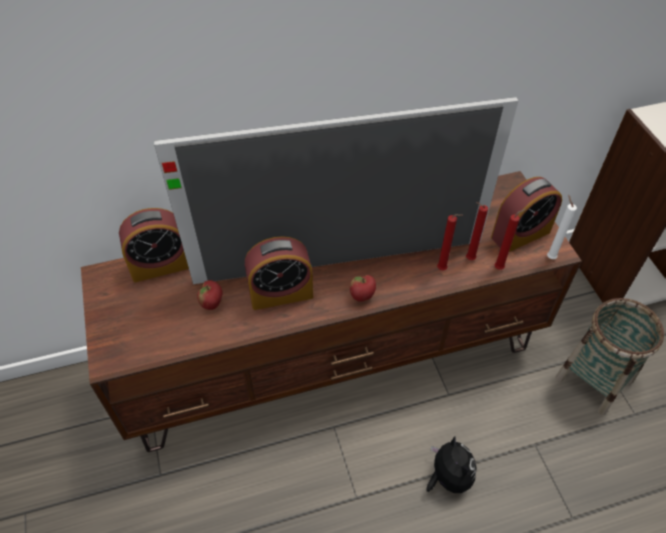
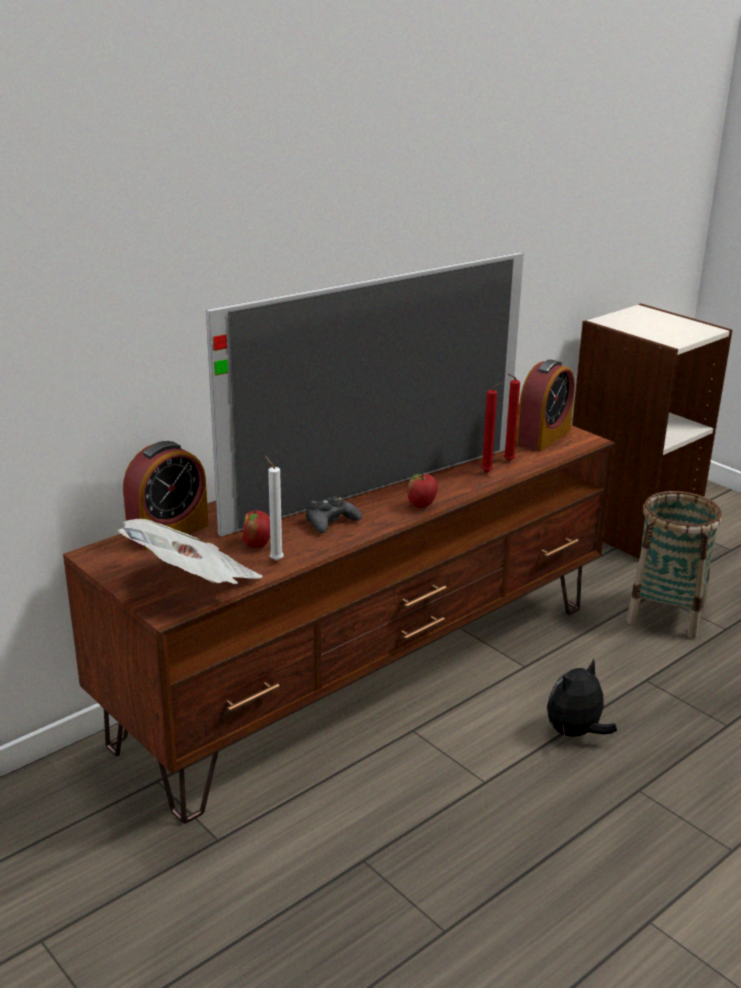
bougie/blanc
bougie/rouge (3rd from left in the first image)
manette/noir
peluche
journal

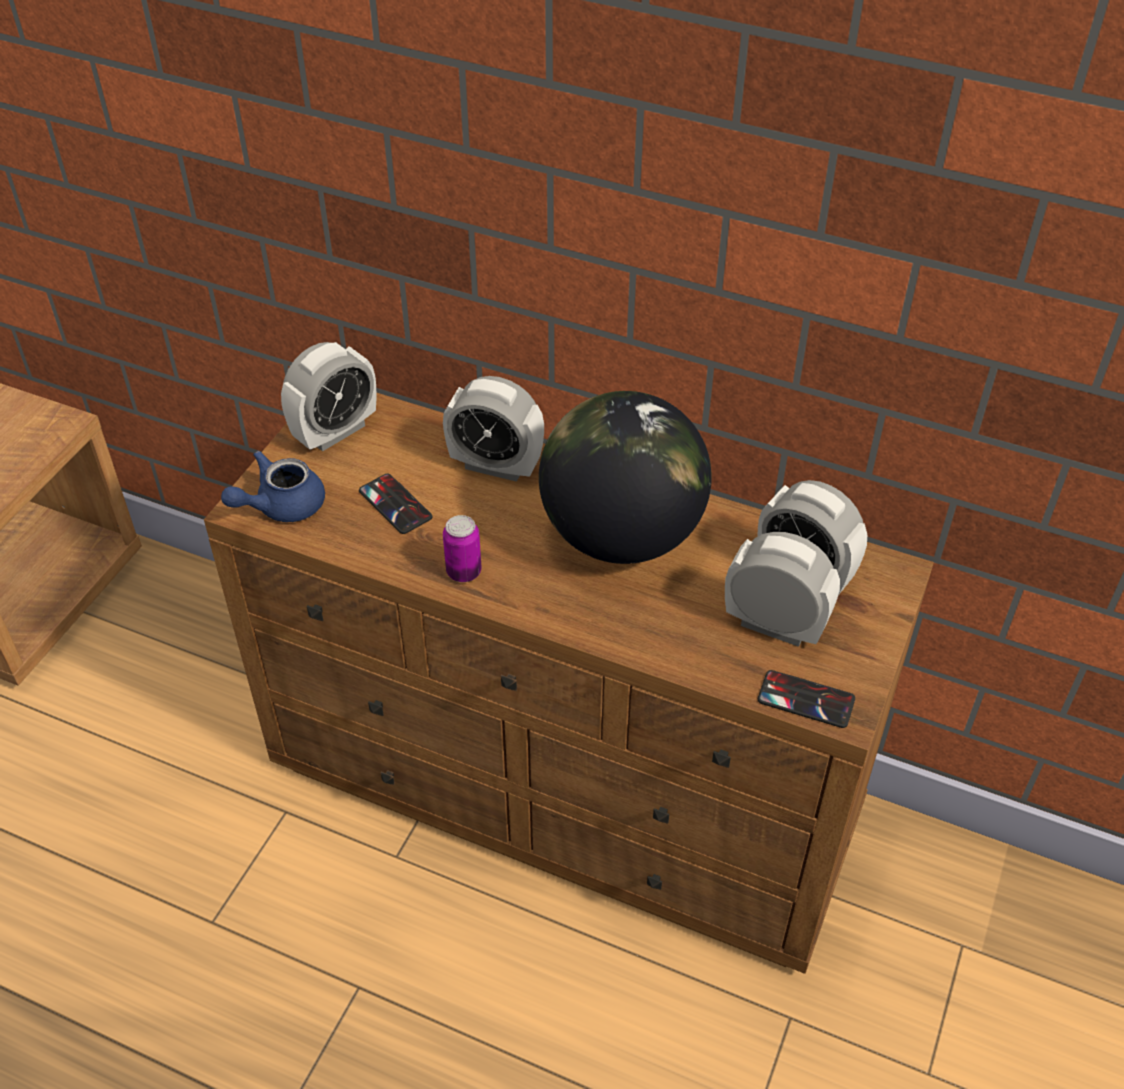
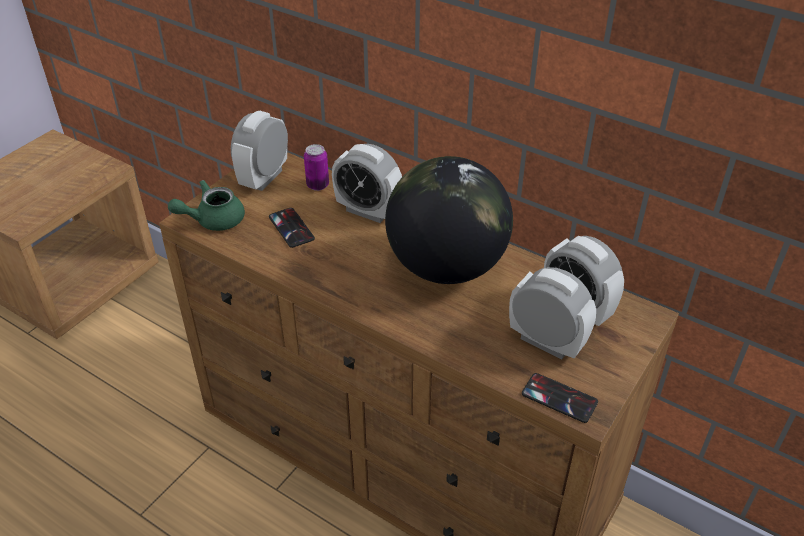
réveil (1st from left)
théière/vert
boîte métallique

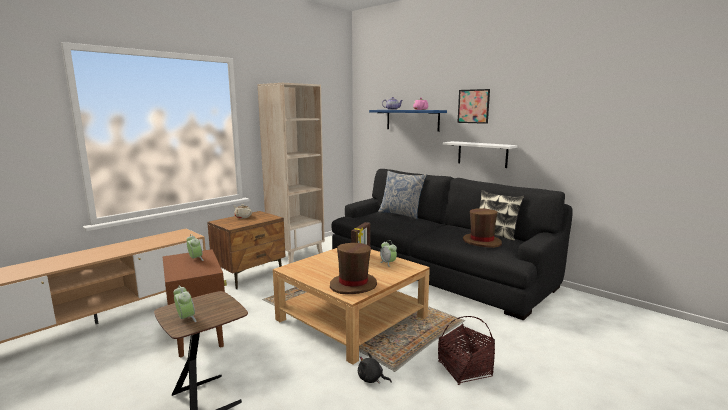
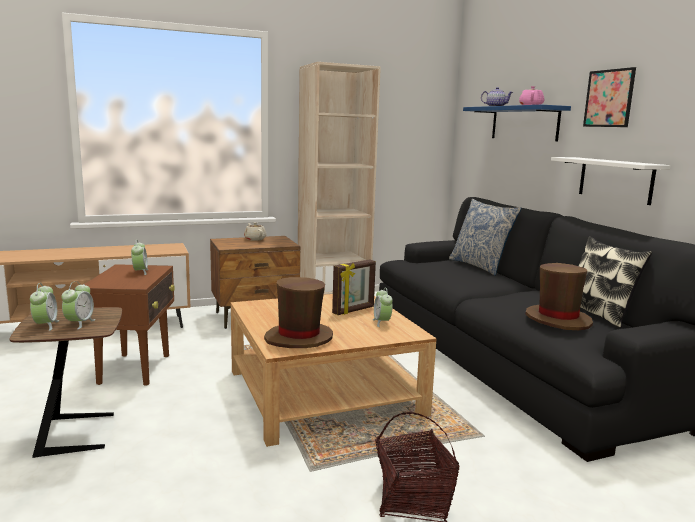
peluche/noir
réveil (2nd from left)

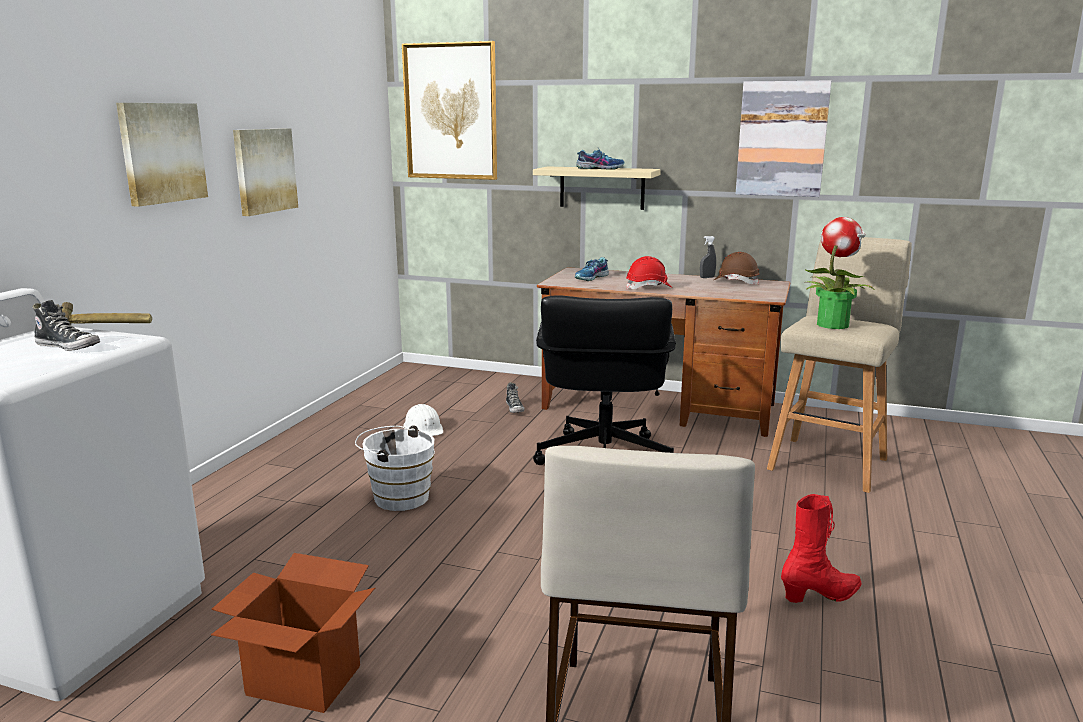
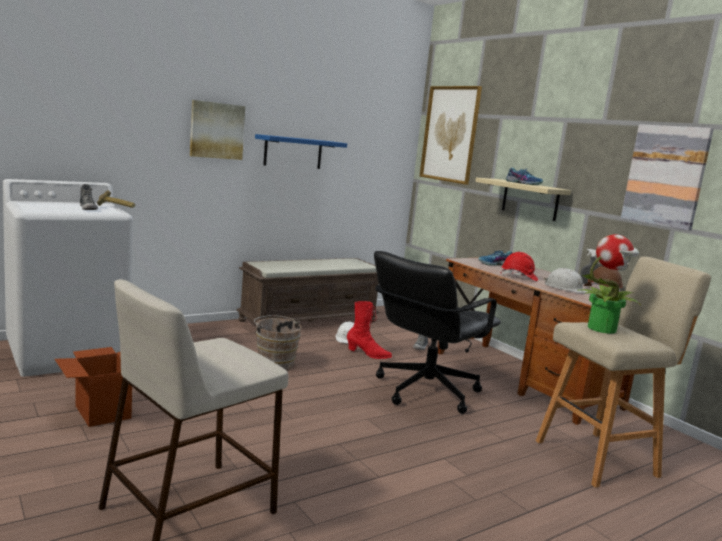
étagère/bleu
seau/marron
botte/rouge
banc/marron
casque de chantier/blanc (2nd from left)

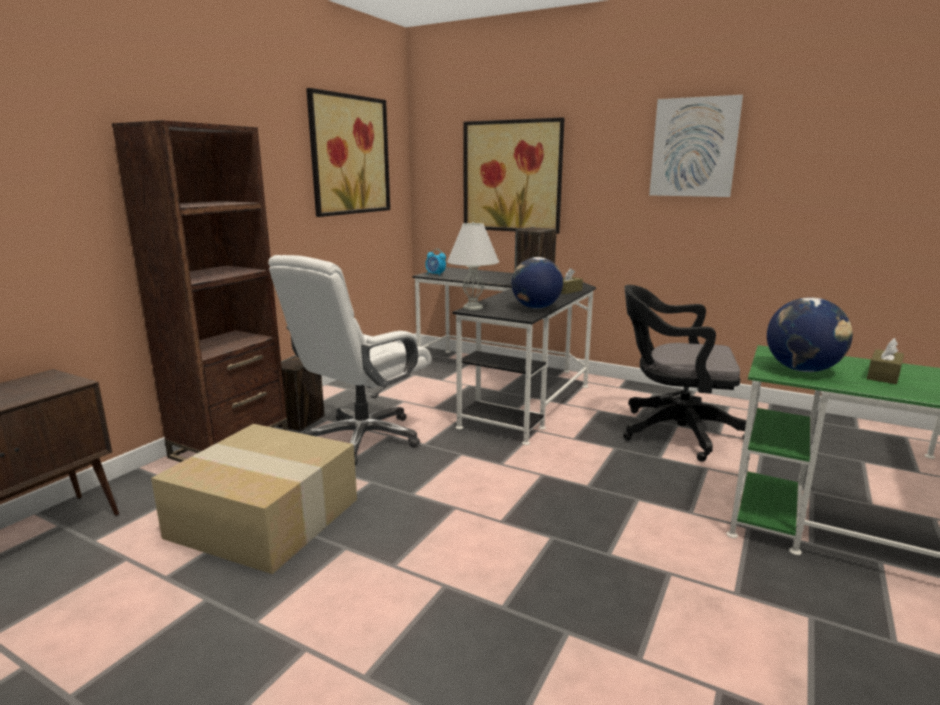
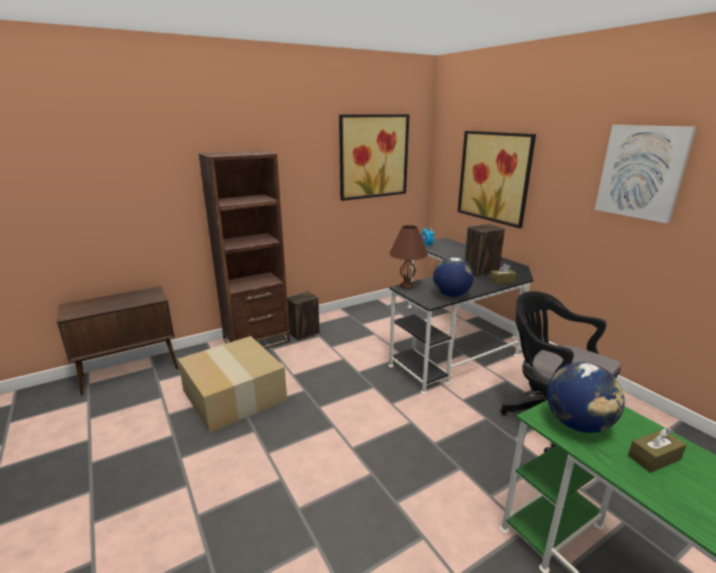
lampe de table/marron
chaise de bureau/blanc

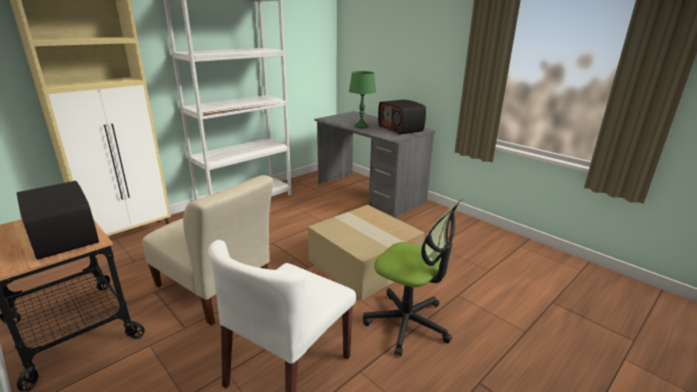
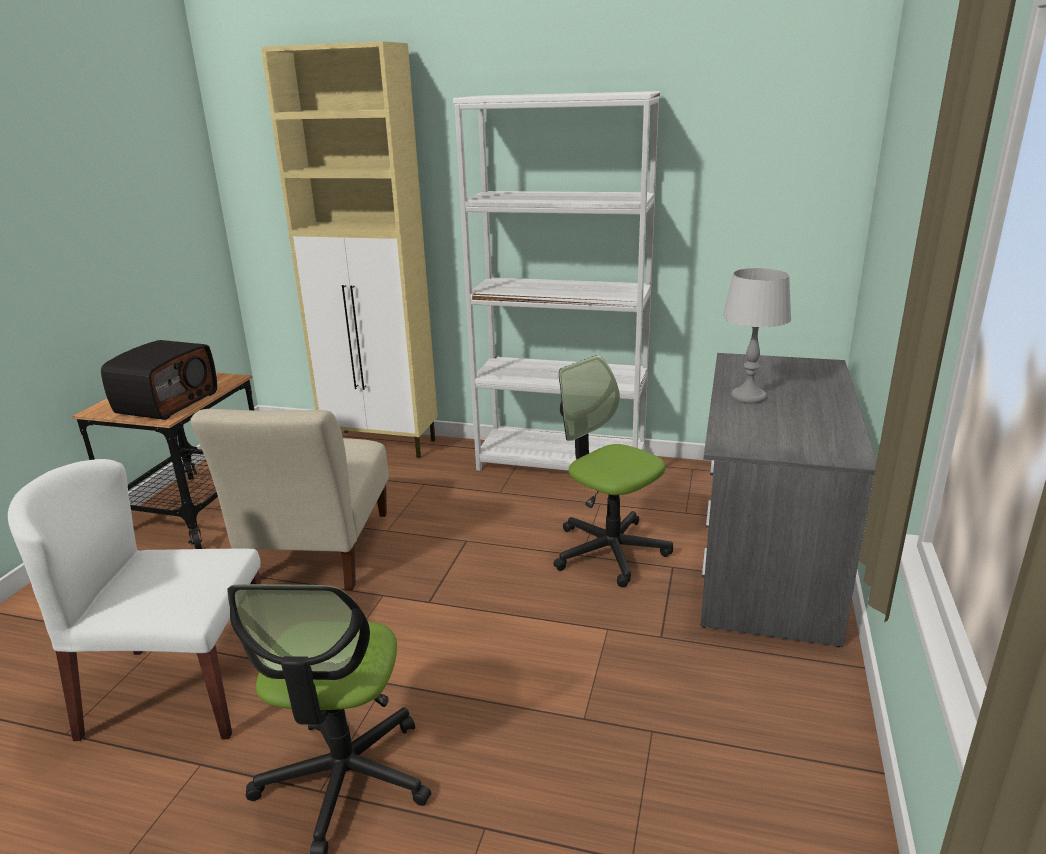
lampe de table/gris
radio (2nd from left in the first image)
carton
chaise de bureau (2nd from left)

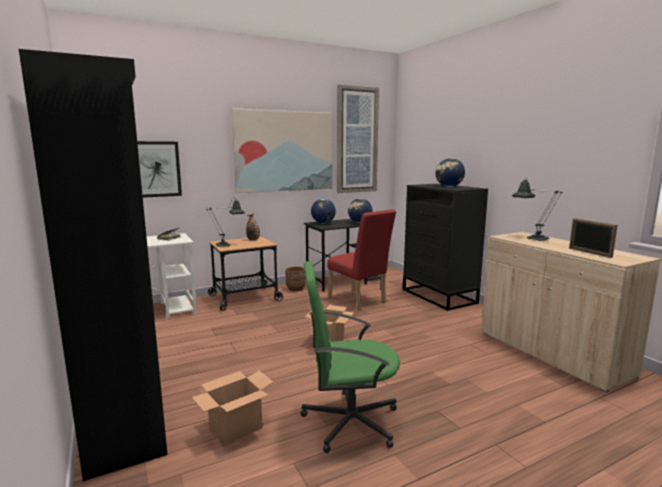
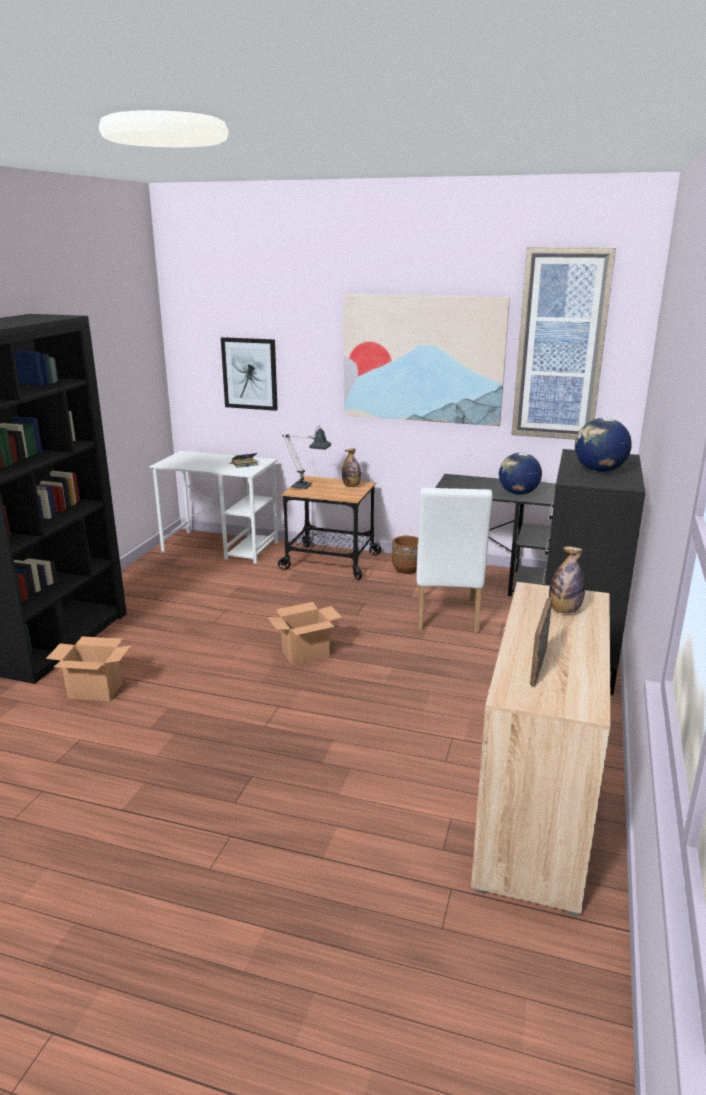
bouteille (2nd from left)
globe (1st from left in the first image)
chaise/blanc
chaise de bureau/vert

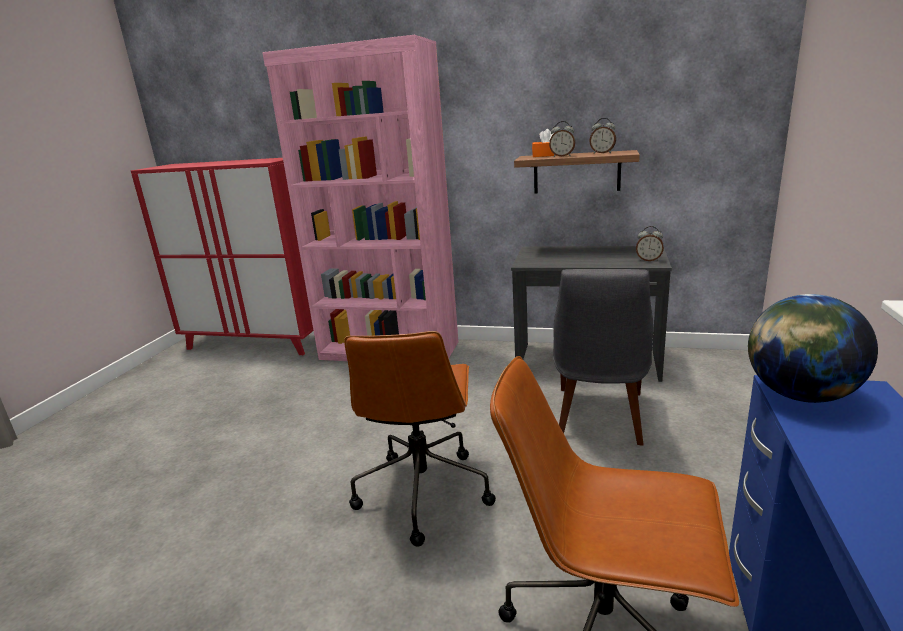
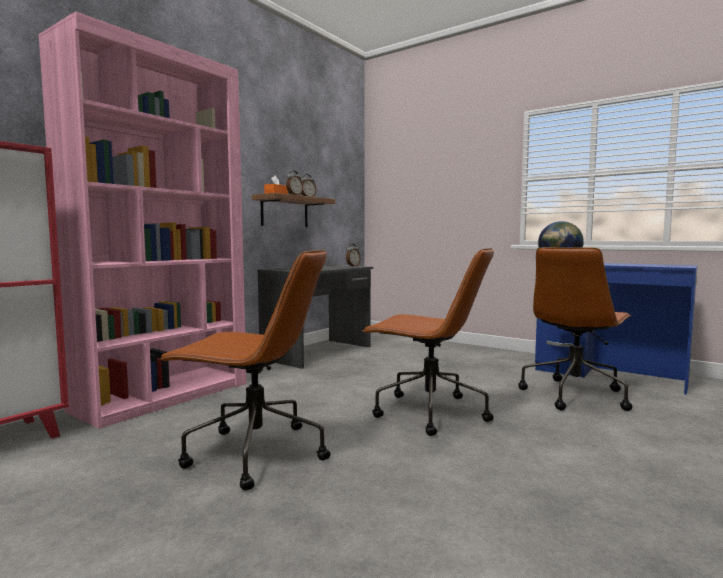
chaise/gris
chaise de bureau/marron (1st from left)

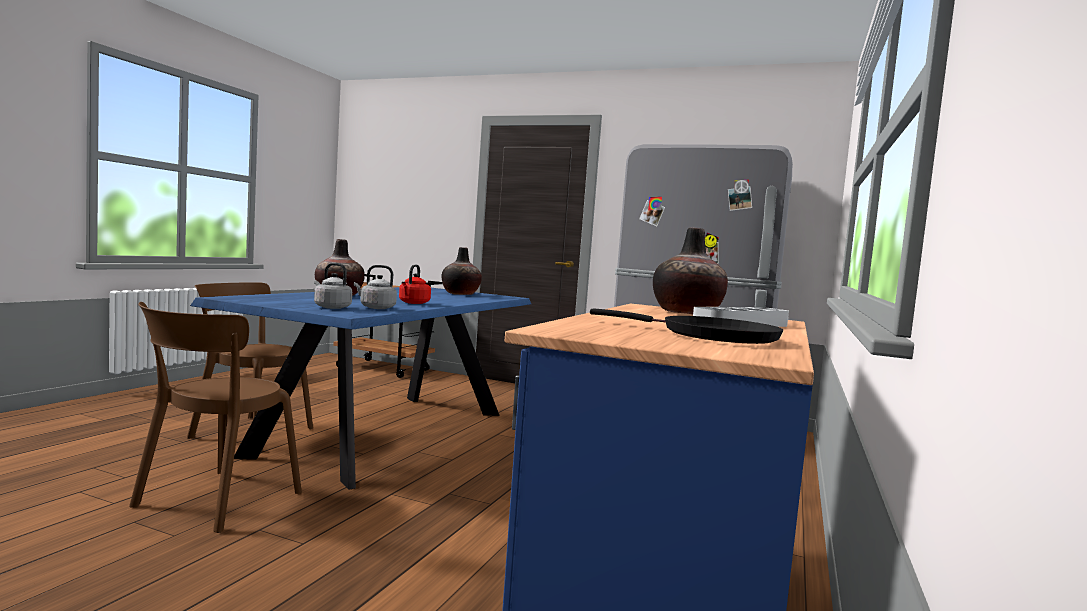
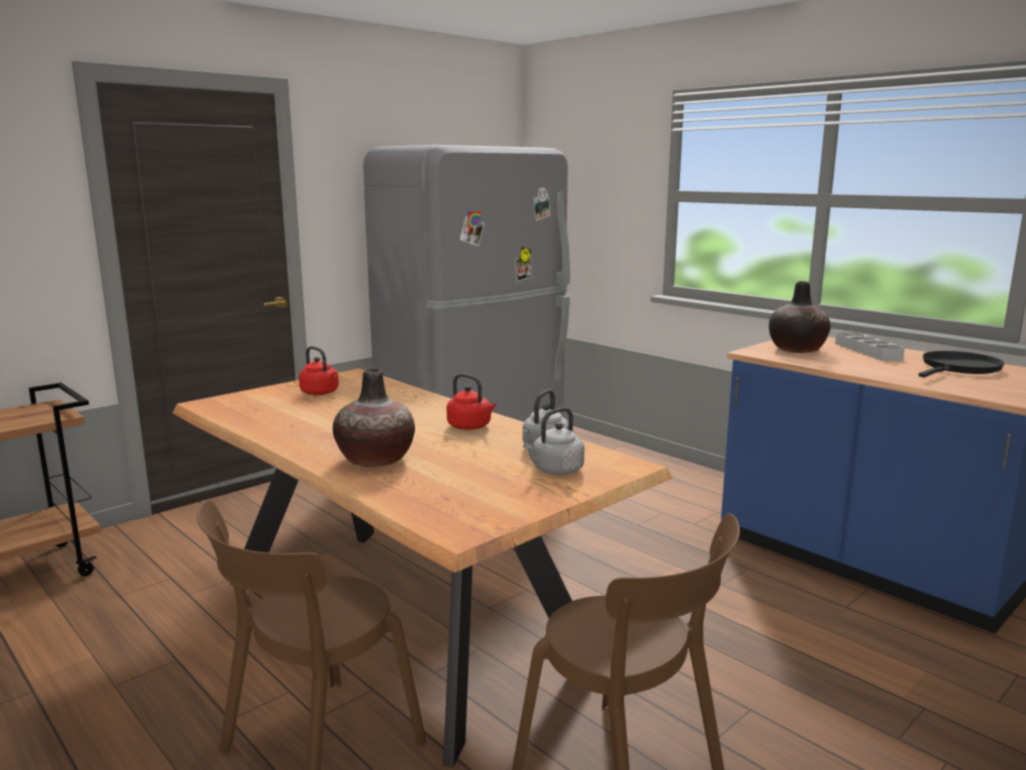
bouilloire/rouge (1st from left)
table à manger/marron

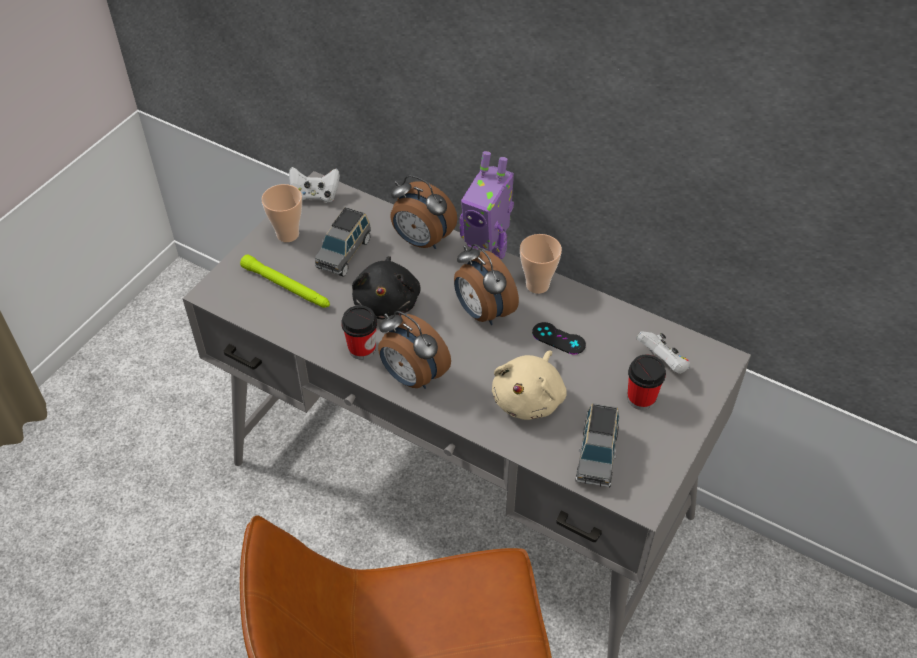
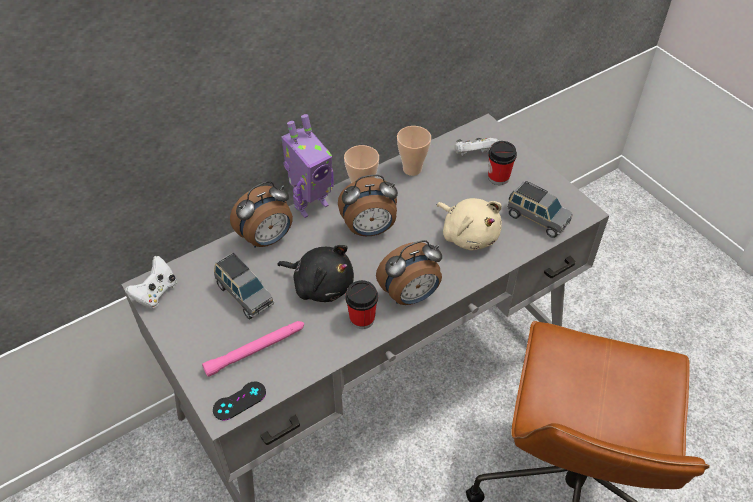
tasse (3rd from left)
lampe de poche/rose
manette/noir

